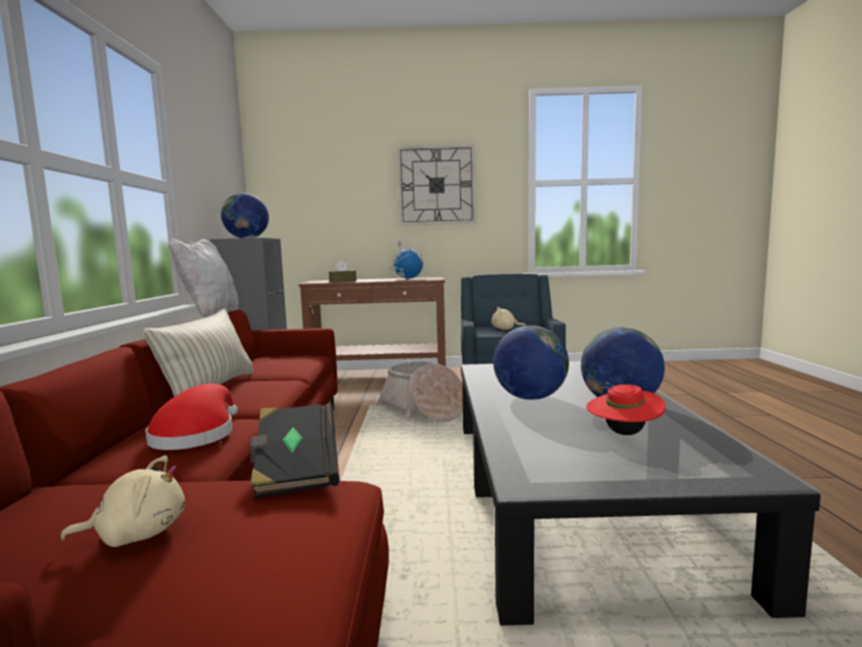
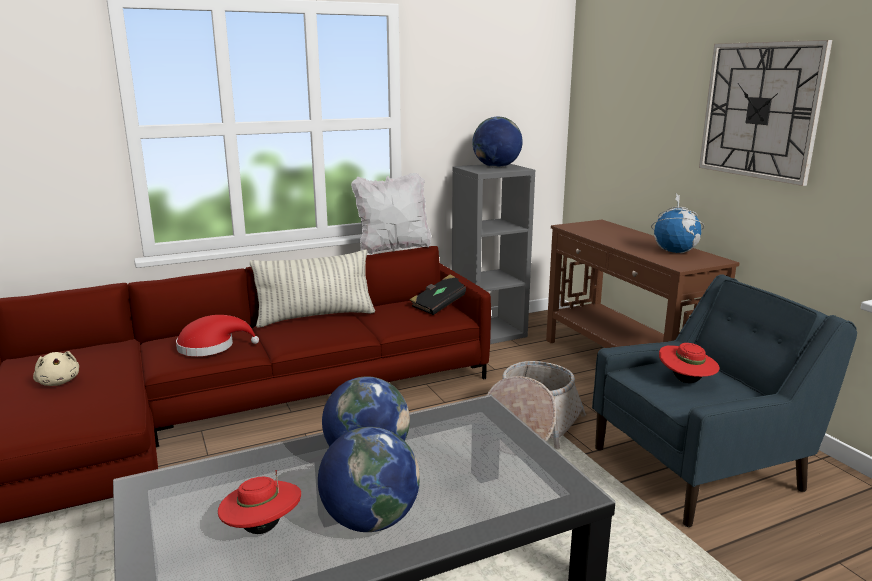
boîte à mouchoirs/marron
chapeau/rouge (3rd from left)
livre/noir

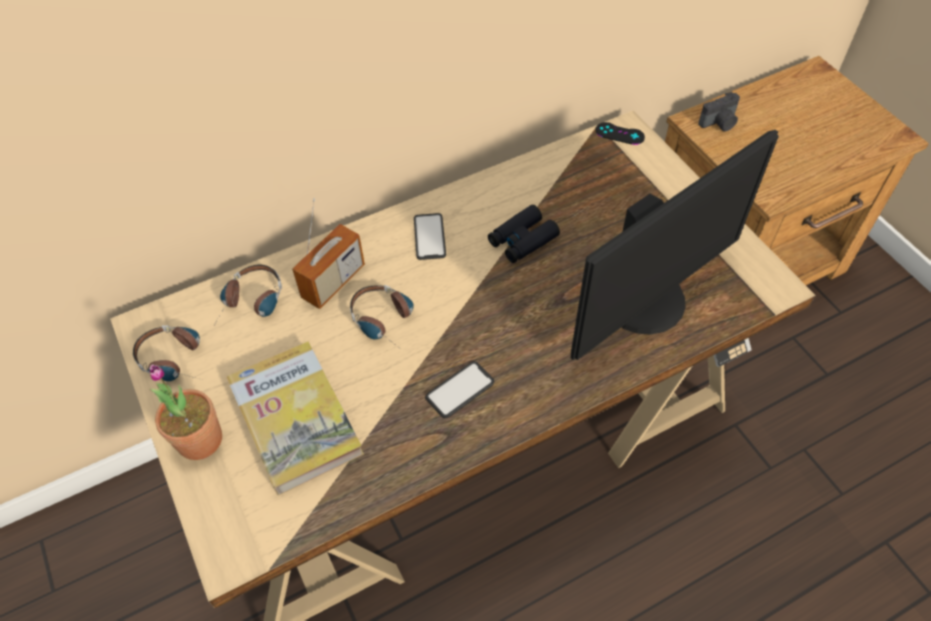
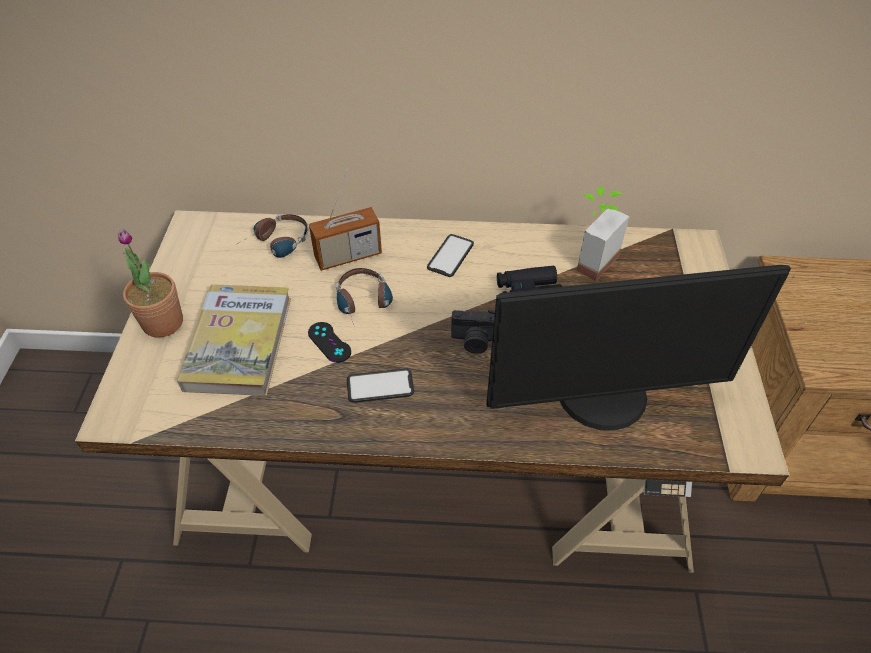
appareil photo
manette/noir
casque audio (1st from left in the first image)
plante en pot (2nd from left)

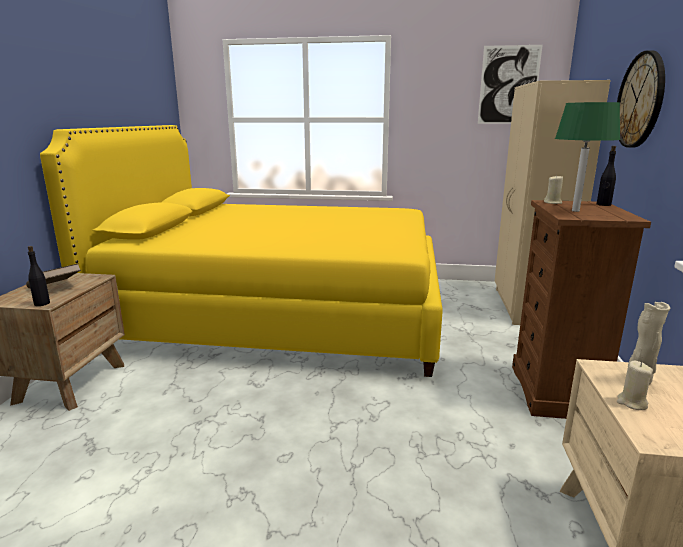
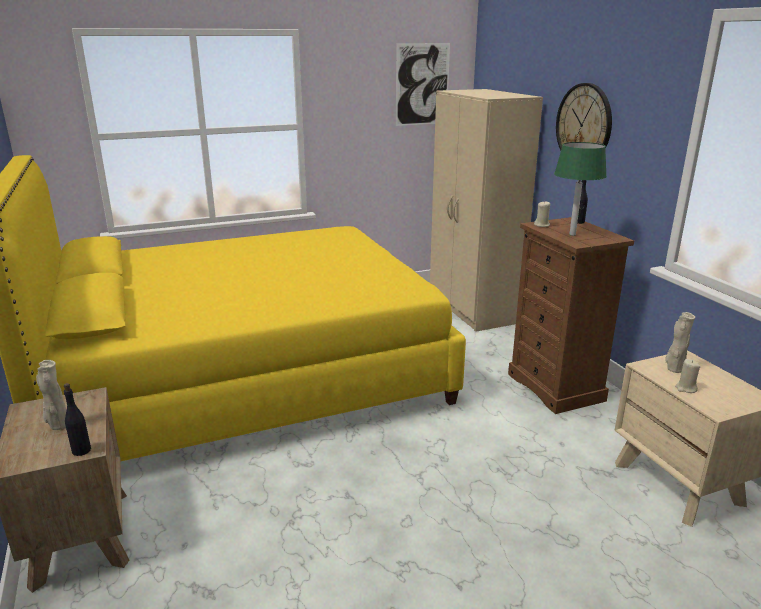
vase/beige (1st from left)

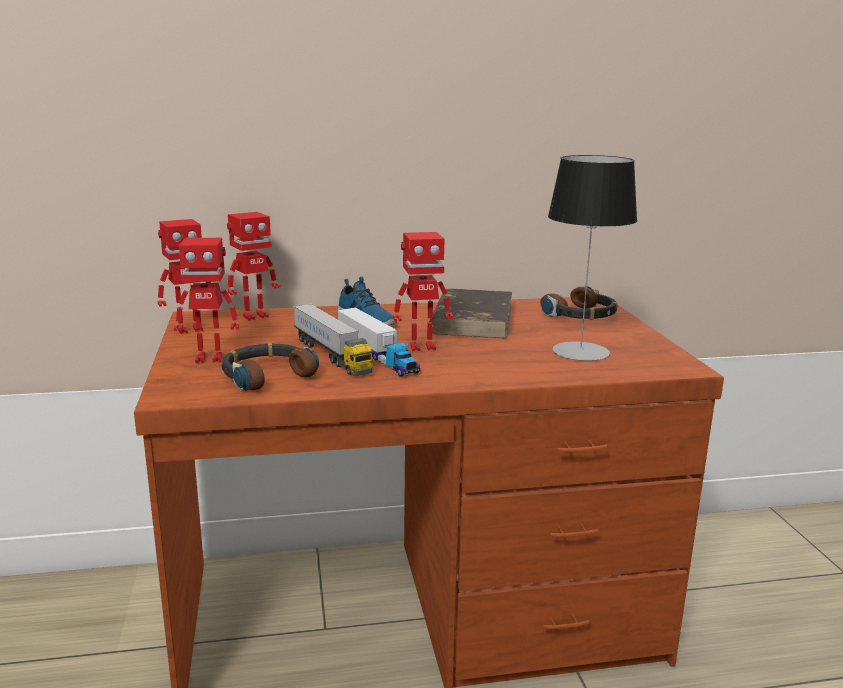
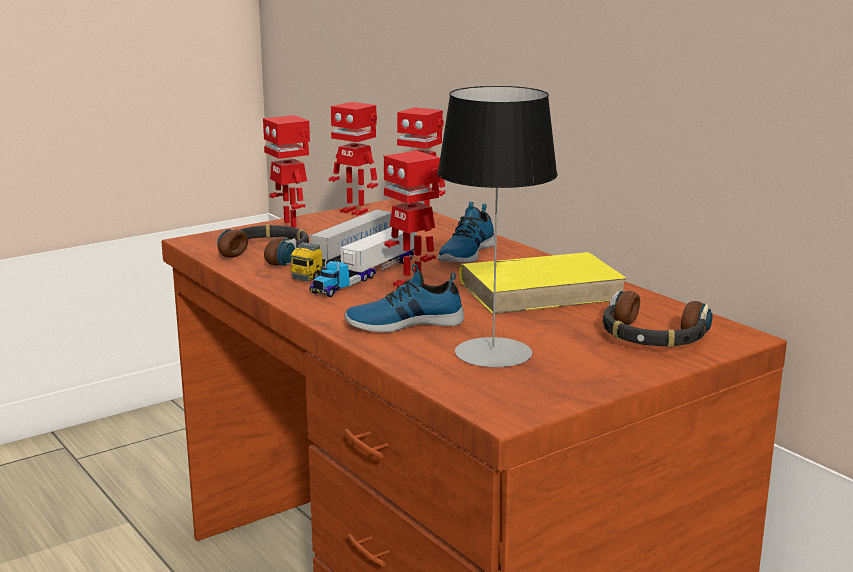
livre/jaune
chaussure (1st from left)

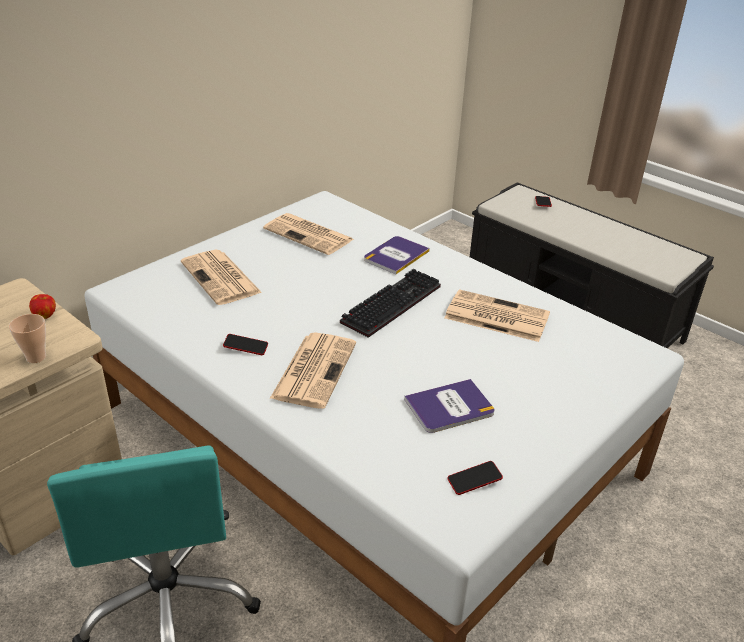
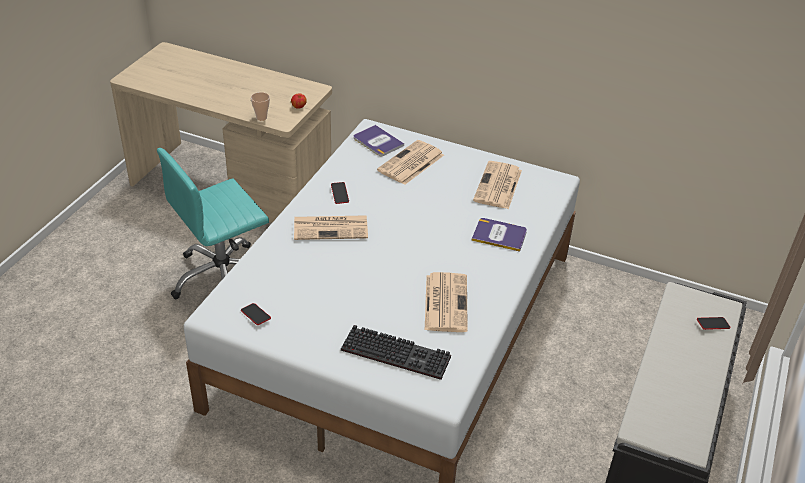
clavier
livre (1st from left)

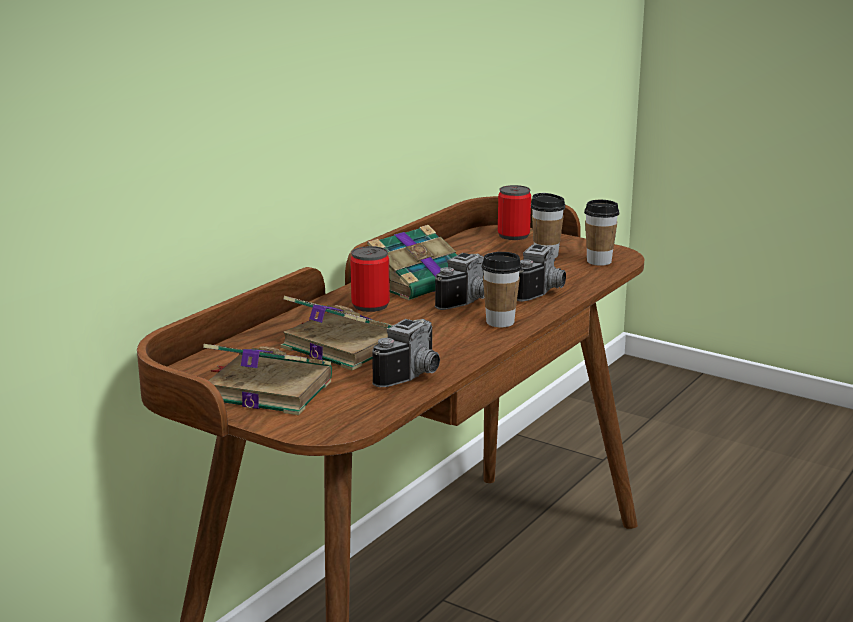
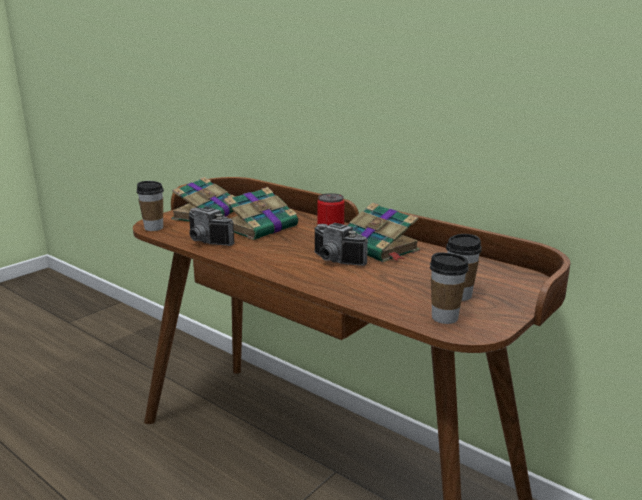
boîte métallique (2nd from left in the first image)
appareil photo (3rd from left in the first image)
tasse (1st from left)

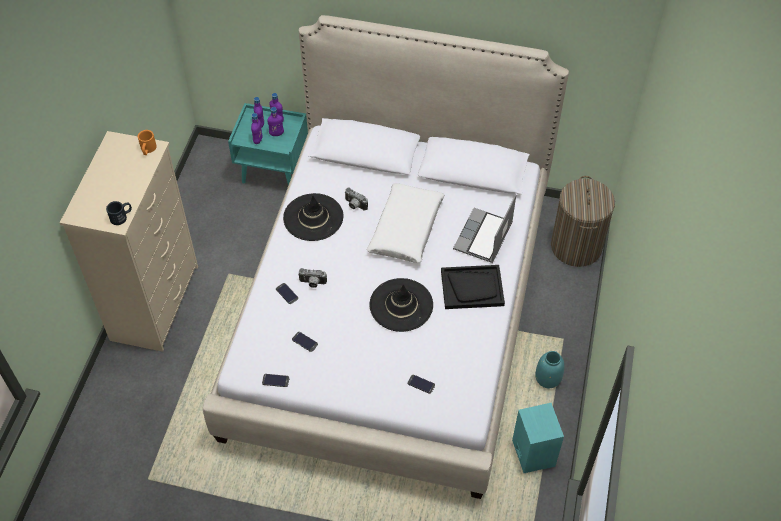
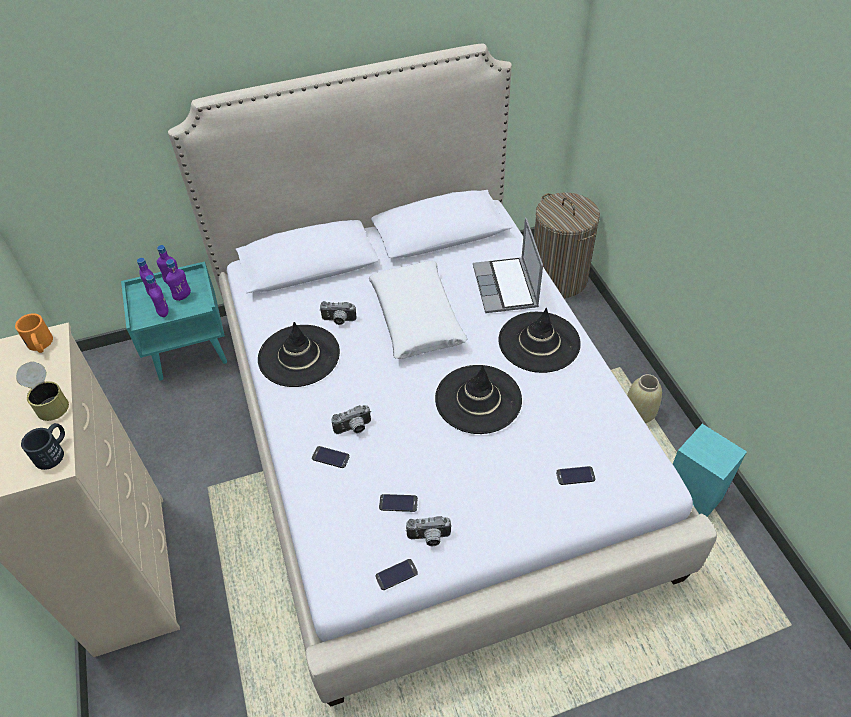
chapeau/noir (3rd from left)
vase/beige
boîte métallique
appareil photo (3rd from left)

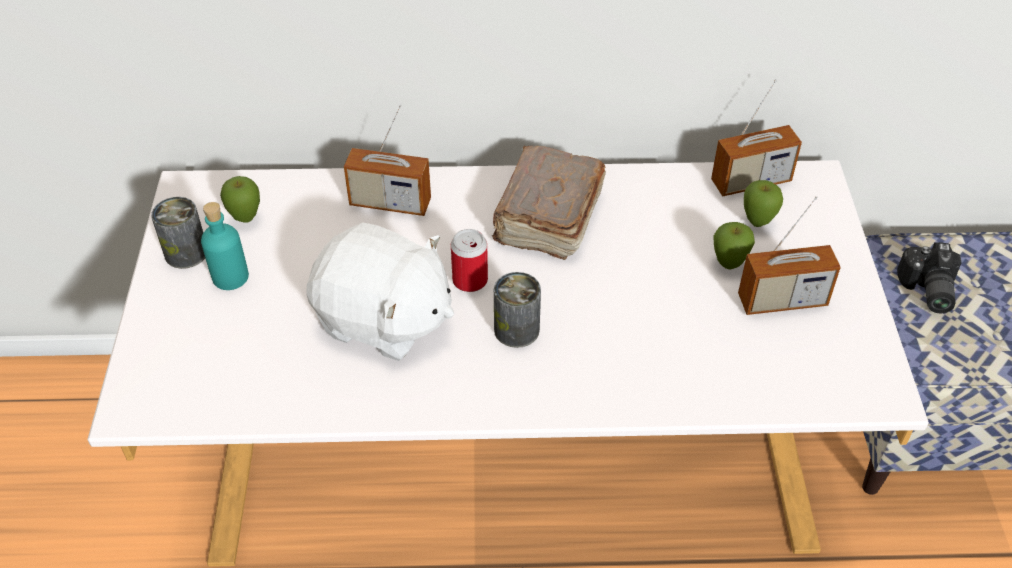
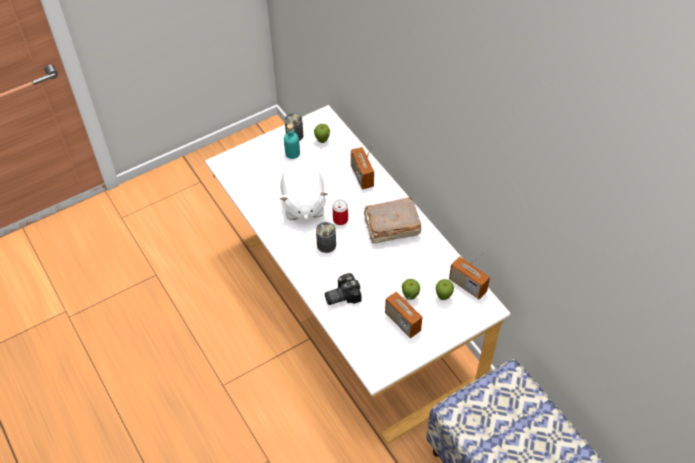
appareil photo

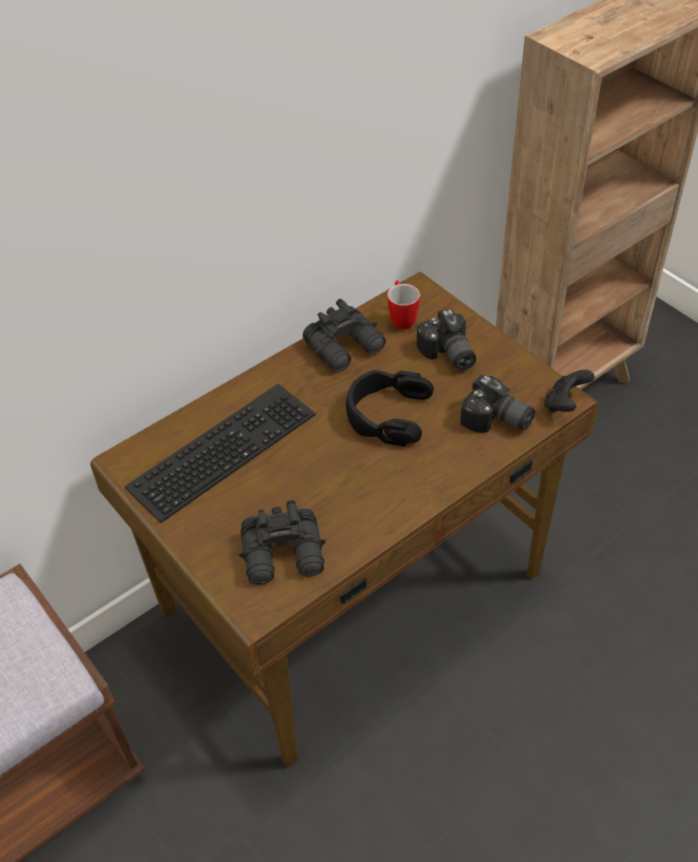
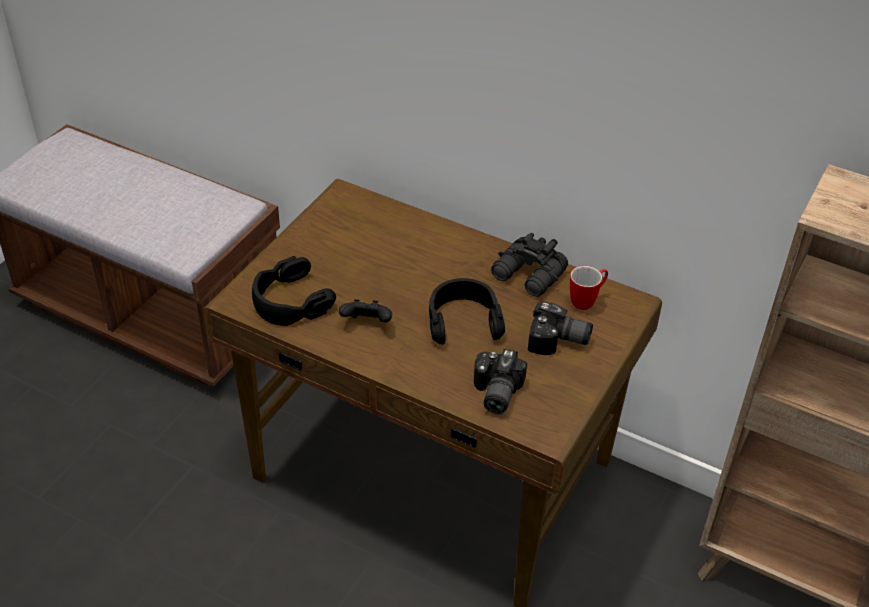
appareil photo (2nd from left)
manette/noir
clavier
casque audio/noir (1st from left)

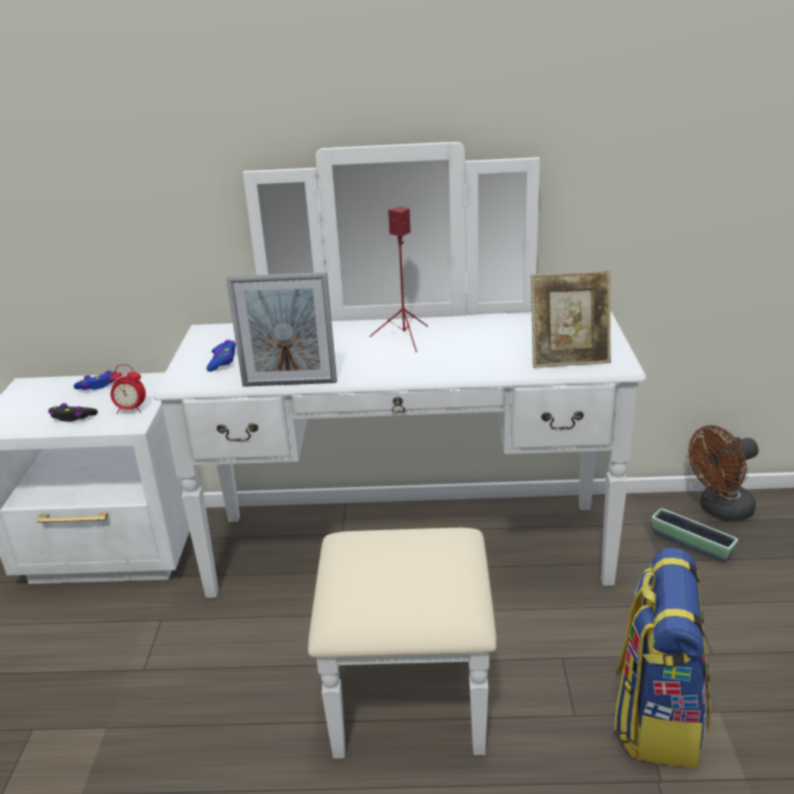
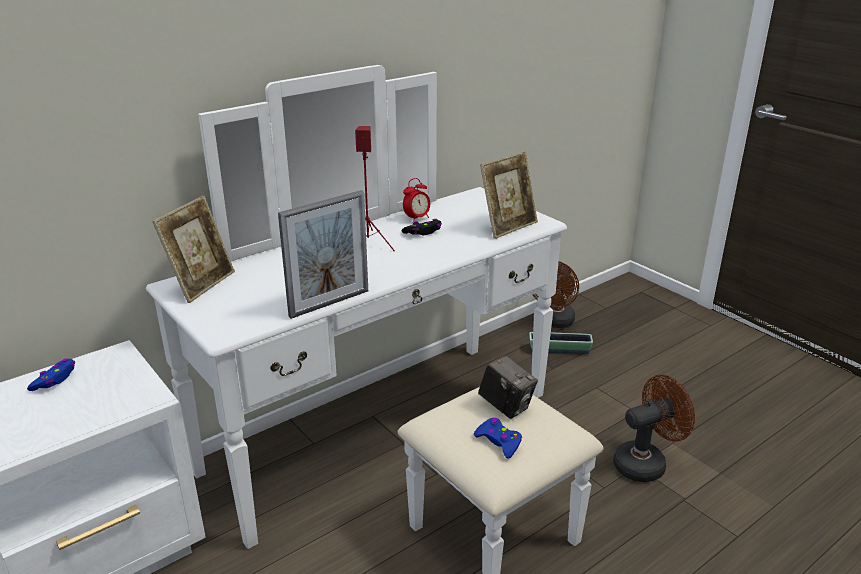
manette/bleu (2nd from left)
réveil
manette/noir
ventilateur/marron (2nd from left)
cadre photo (1st from left)
appareil photo

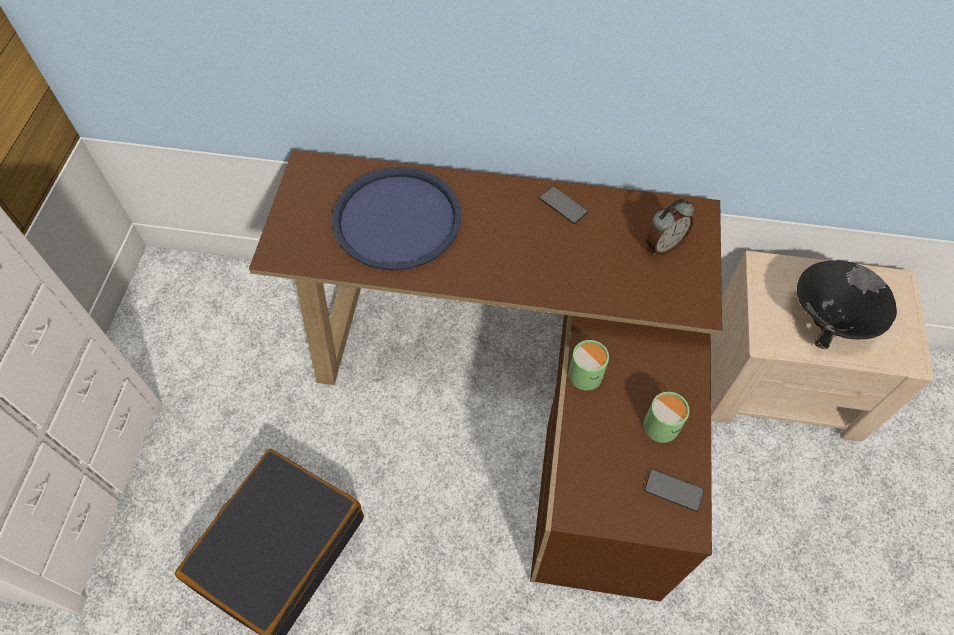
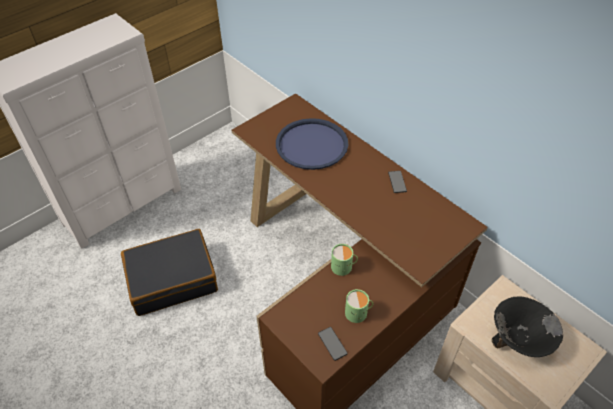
réveil

